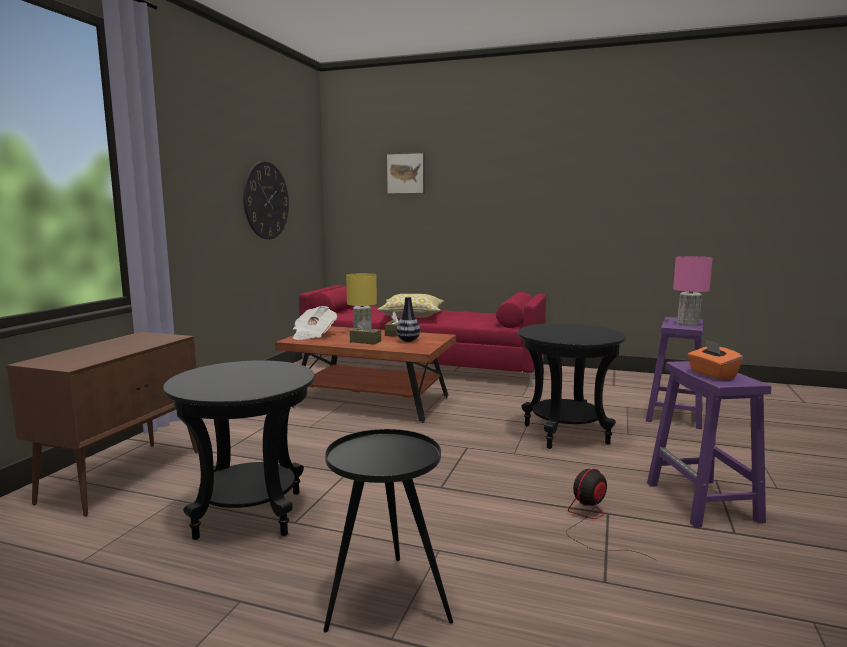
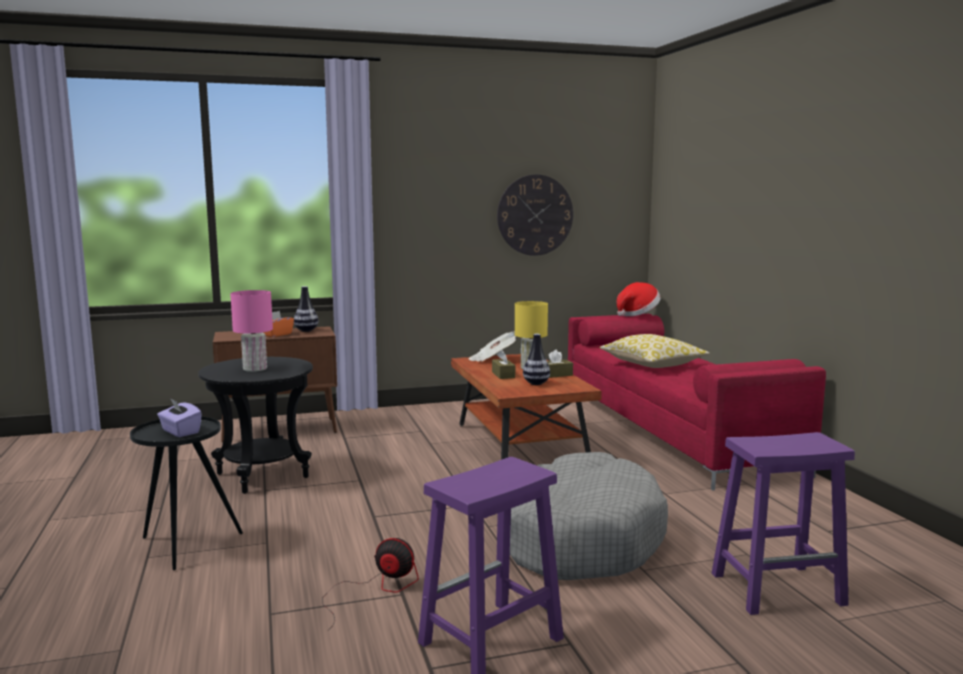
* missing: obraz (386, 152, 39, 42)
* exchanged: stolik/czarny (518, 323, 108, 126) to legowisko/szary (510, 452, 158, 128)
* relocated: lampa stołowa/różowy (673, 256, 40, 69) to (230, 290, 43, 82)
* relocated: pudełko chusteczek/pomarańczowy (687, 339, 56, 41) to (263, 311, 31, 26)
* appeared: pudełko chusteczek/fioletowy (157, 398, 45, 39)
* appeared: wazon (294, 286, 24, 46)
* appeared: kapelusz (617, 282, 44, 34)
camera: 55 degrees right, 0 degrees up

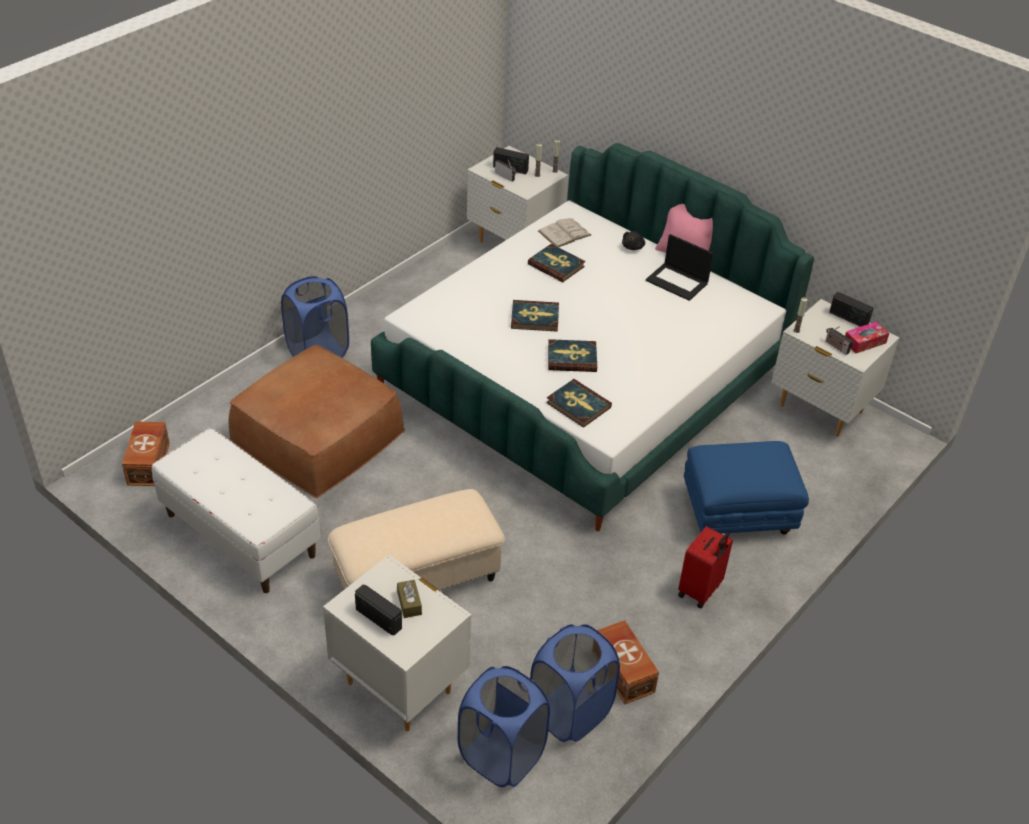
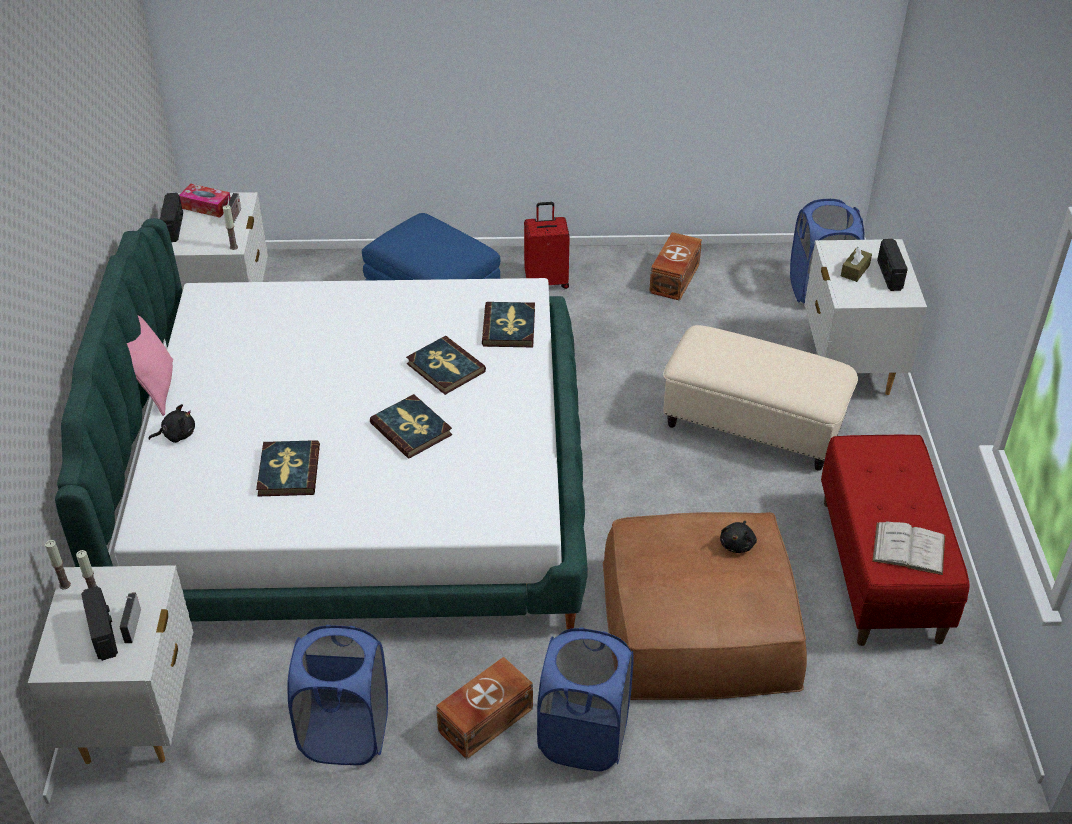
* relocated: pojemnik do przechowywania/brązowy (122, 421, 48, 65) to (436, 657, 97, 103)
* colour: ławka/biały (152, 428, 168, 165) to ławka/czerwony (821, 435, 149, 211)
* relocated: kosz na pranie/niebieski (530, 624, 90, 118) to (287, 625, 101, 140)
* relocated: książka/biały (538, 218, 53, 29) to (872, 521, 73, 54)
* missing: laptop (646, 234, 67, 67)
* appeared: pluszak/czarny (720, 521, 37, 32)
camera: 130 degrees left, 0 degrees up

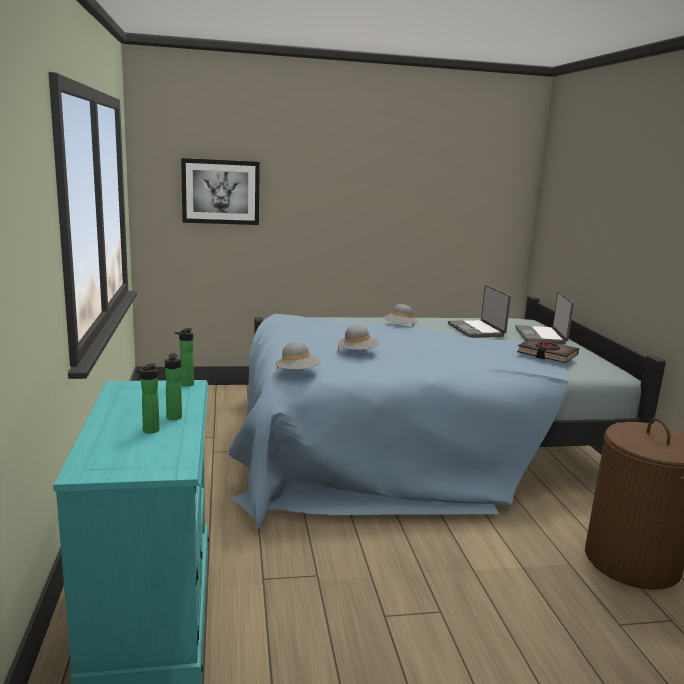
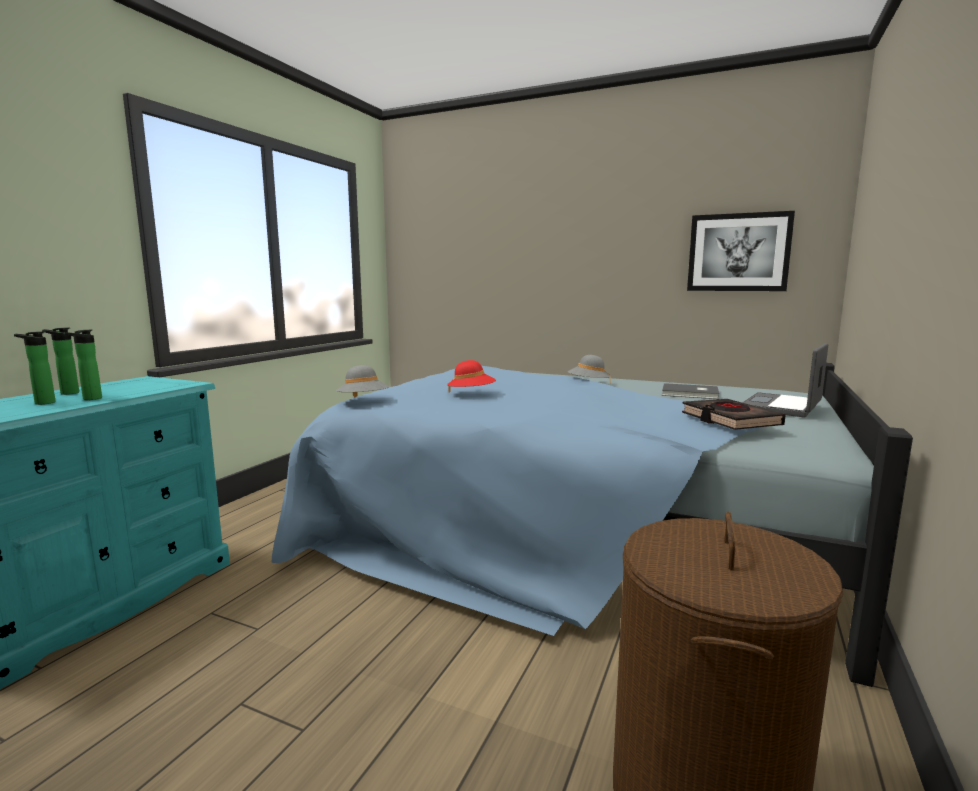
* relocated: butelka (175, 328, 19, 58) to (42, 328, 37, 67)
* relocated: obraz (181, 158, 79, 67) to (687, 211, 108, 80)
* colour: kapelusz/szary (338, 325, 41, 28) to kapelusz/czerwony (447, 360, 49, 33)
* exchanged: laptop (448, 285, 63, 53) to książka/szary (662, 383, 58, 16)
camera: 35 degrees right, 5 degrees down

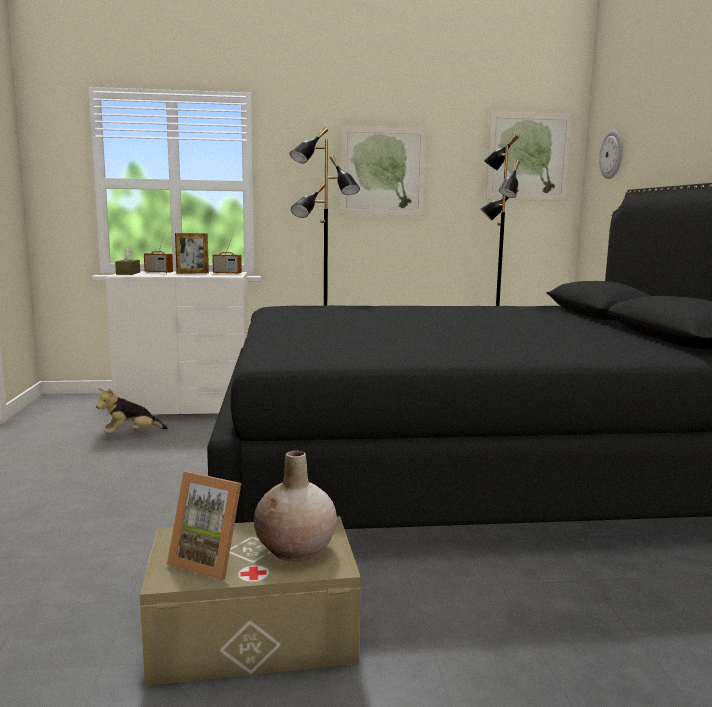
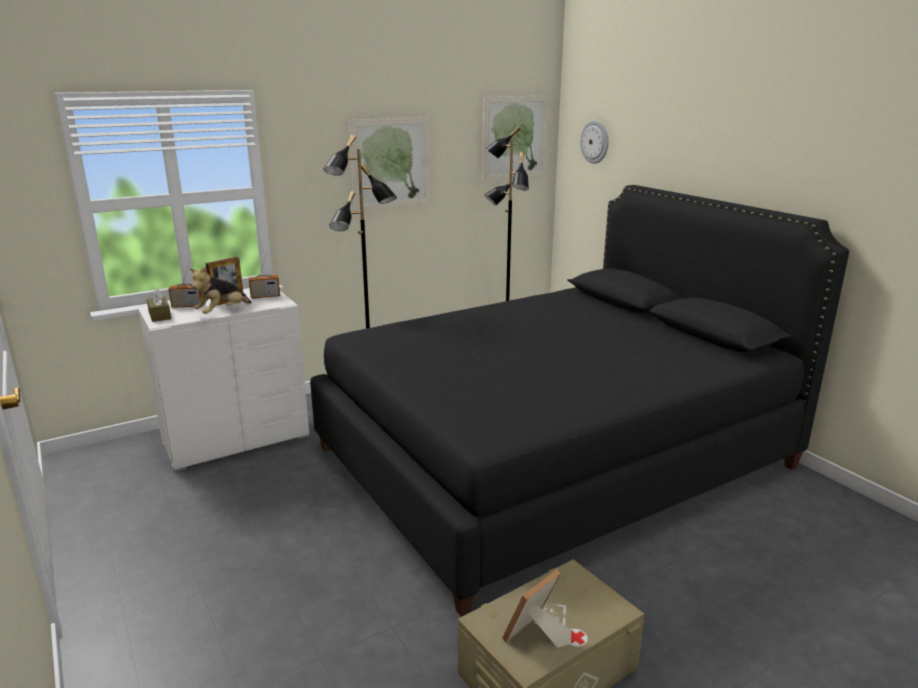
* relocated: pluszak (96, 388, 72, 46) to (189, 267, 63, 47)
* spun: ramka na zdjęcie (167, 472, 74, 108) = (502, 569, 69, 79) 135 degrees clockwise
* missing: wazon/beżowy (254, 450, 83, 111)
camera: 25 degrees left, 10 degrees up

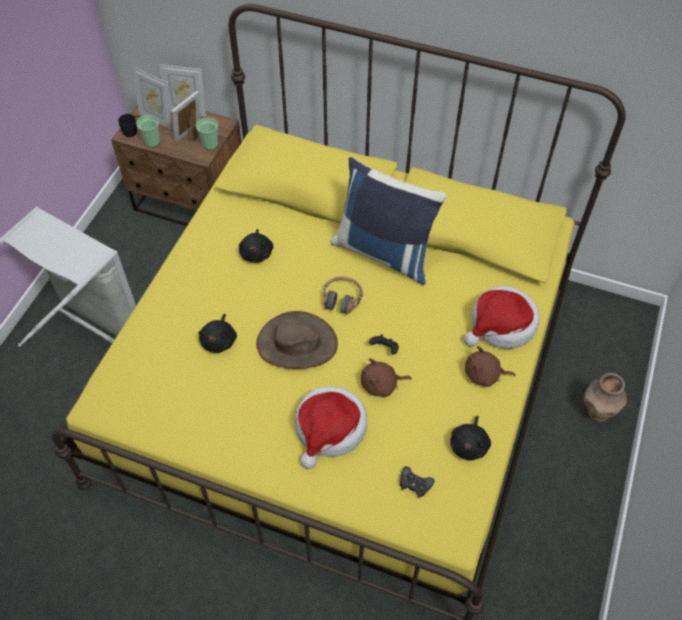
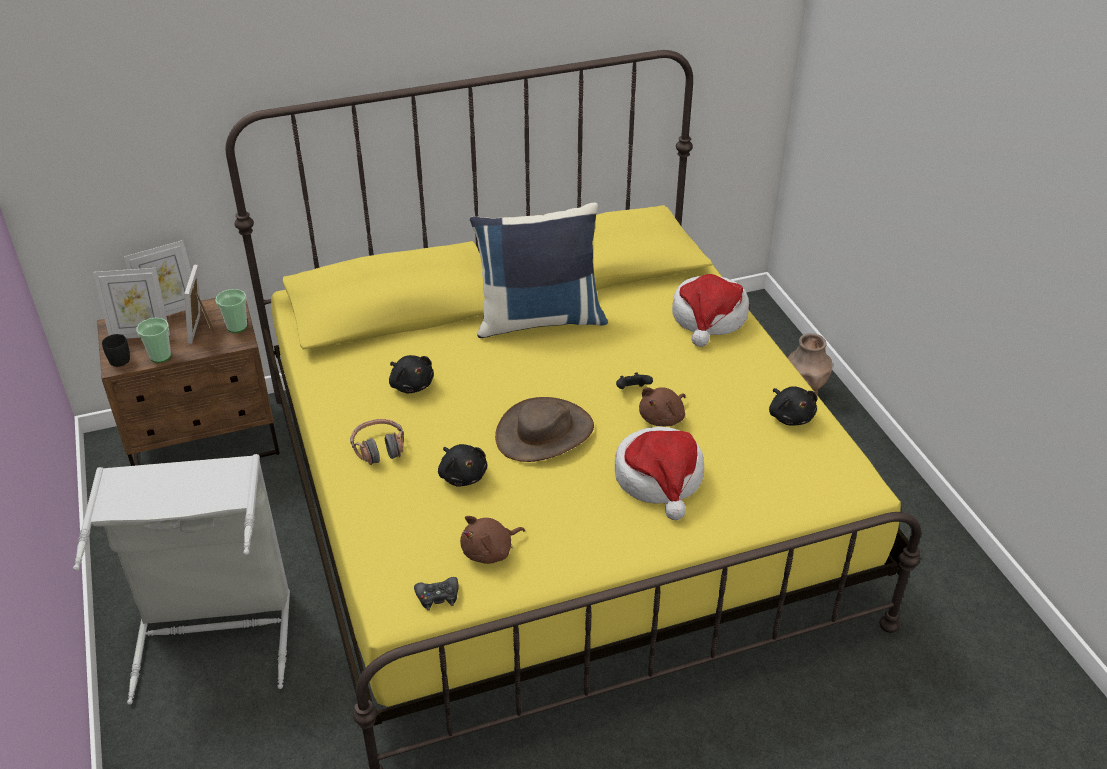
* relocated: słuchawki (323, 276, 40, 39) to (350, 419, 54, 46)
* relocated: pad do gier/czarny (400, 466, 35, 32) to (414, 577, 45, 34)
* relocated: pluszak/brązowy (465, 346, 51, 41) to (460, 516, 65, 48)
camera: 40 degrees left, 15 degrees down

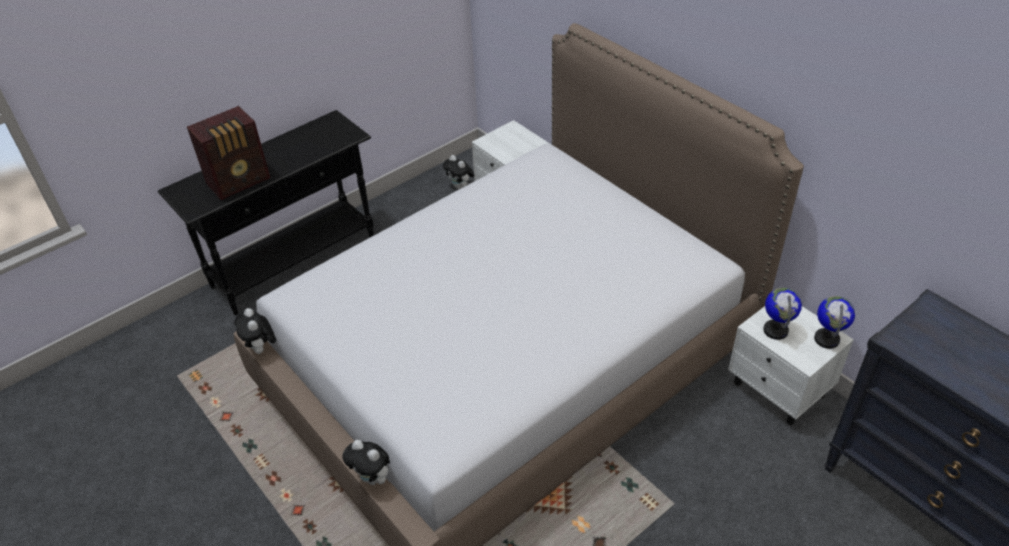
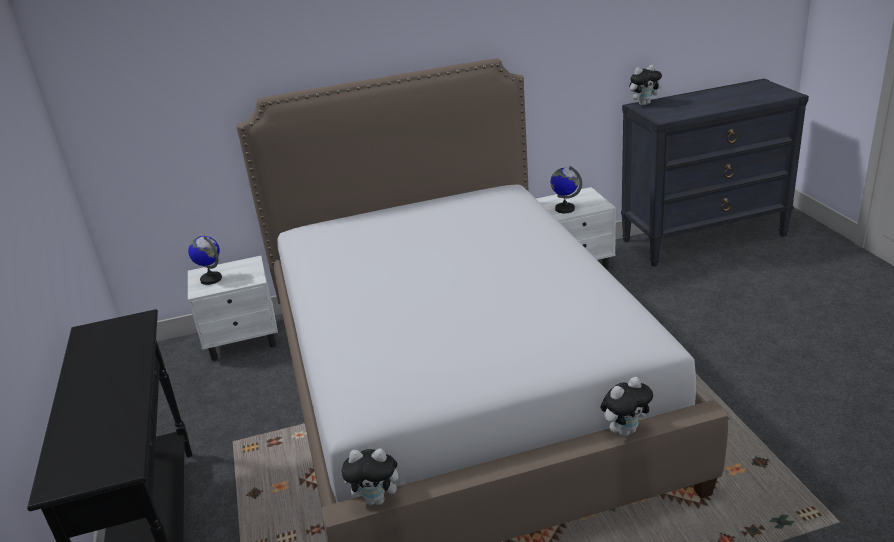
* missing: radio (187, 106, 83, 94)
* relocated: pluszak (443, 155, 31, 34) to (629, 65, 33, 41)
* relocated: globus (814, 296, 41, 53) to (188, 236, 34, 49)
camera: 65 degrees left, 15 degrees down

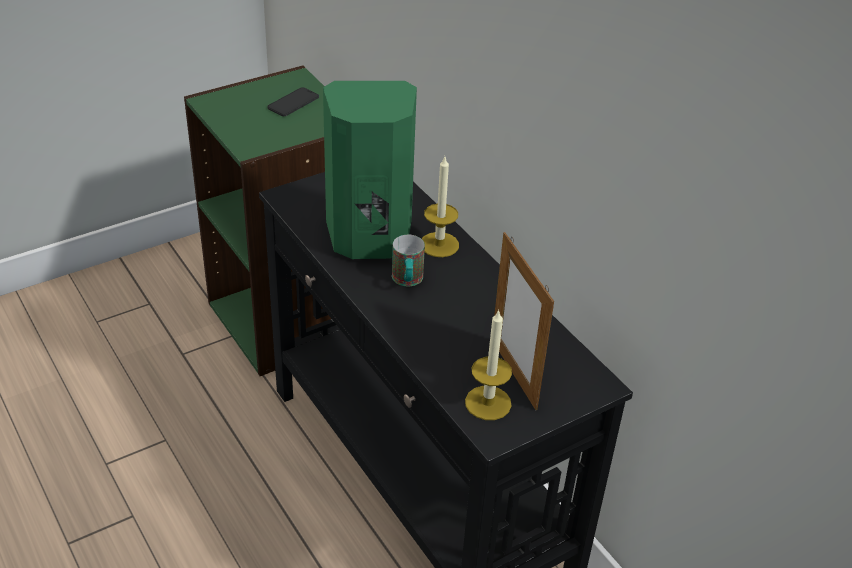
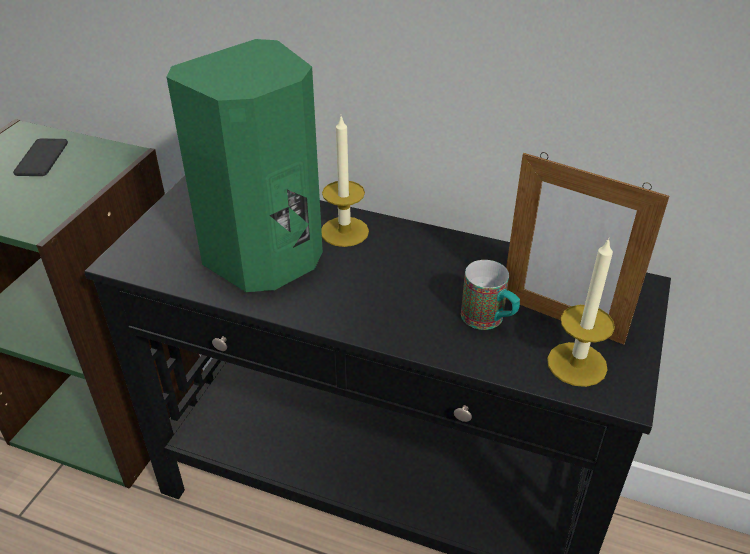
* relocated: kubek (392, 235, 33, 51) to (461, 260, 59, 70)
camera: 35 degrees left, 0 degrees up

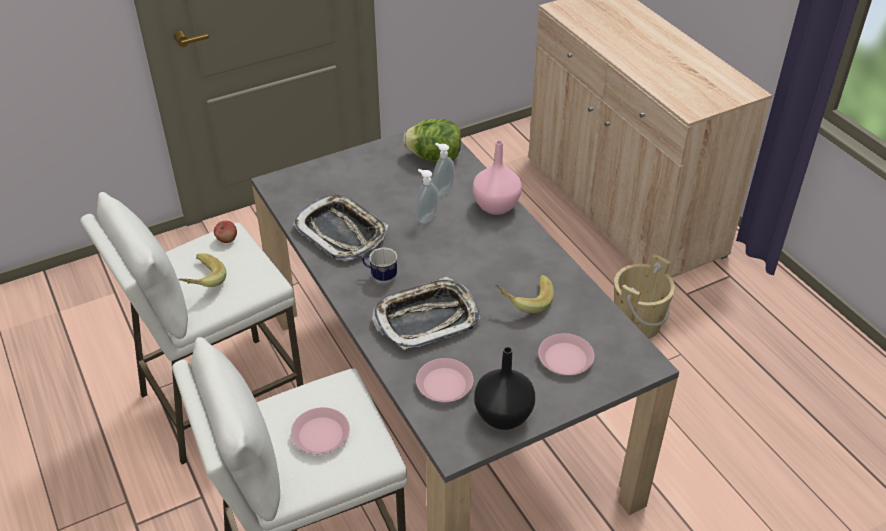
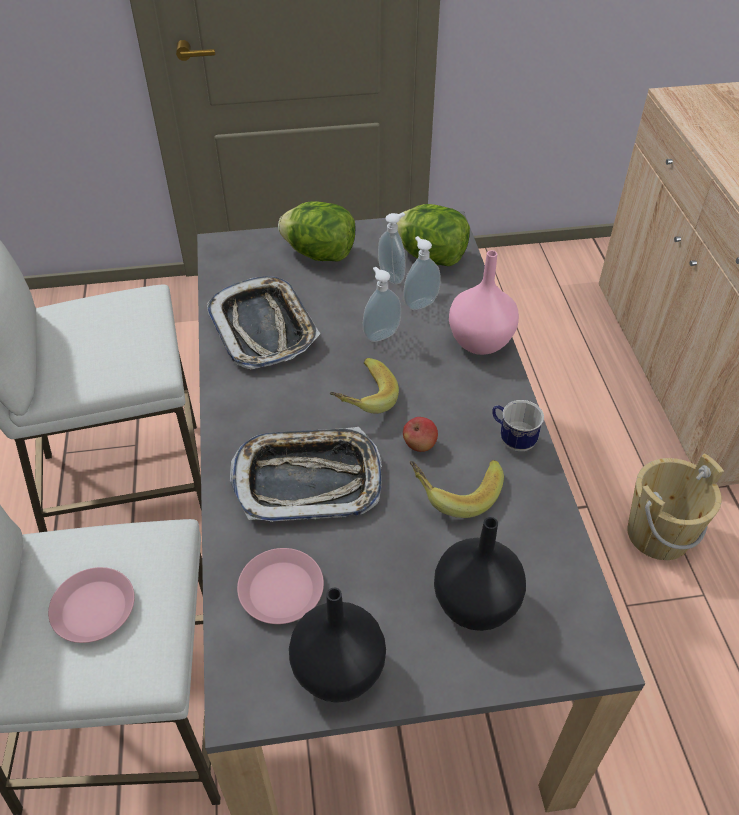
* relocated: banan (178, 253, 48, 34) to (329, 358, 70, 56)
* relocated: jabłko (214, 221, 23, 22) to (403, 417, 35, 35)
* relocated: kubek (362, 247, 35, 36) to (492, 400, 52, 51)
* exchanged: talerz/różowy (538, 333, 57, 42) to wazon/czarny (434, 517, 92, 114)
* appeared: sałata (278, 201, 77, 60)
* appeared: dozownik mydła (378, 212, 28, 73)
camera: 20 degrees right, 5 degrees up

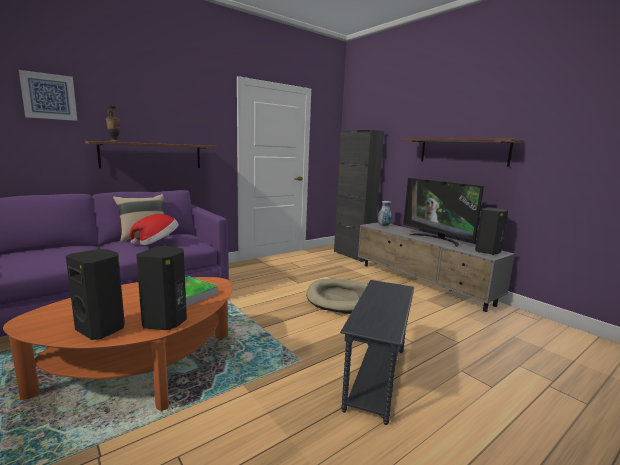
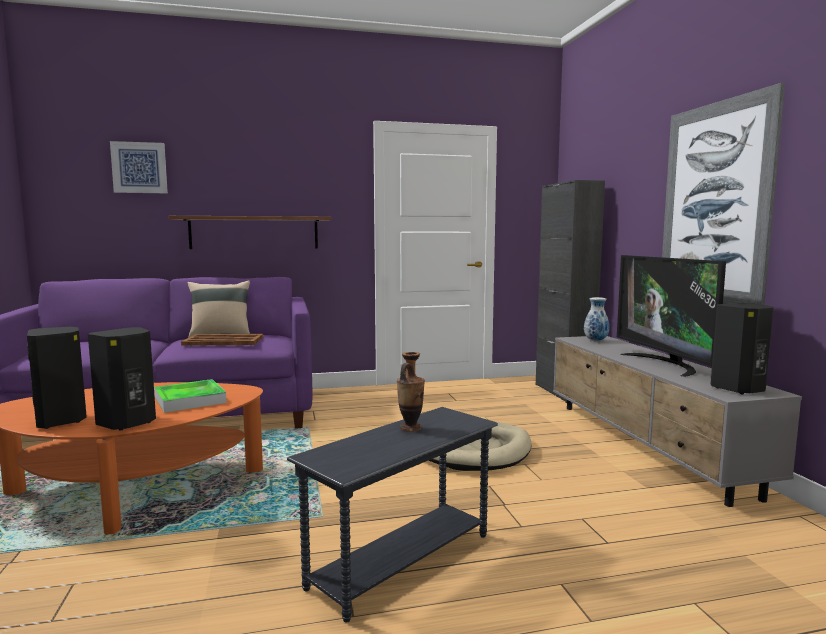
* relocated: wazon (106, 106, 14, 36) to (397, 352, 28, 80)
* exchanged: kapelusz (130, 214, 49, 31) to taca/brązowy (181, 334, 82, 12)
* exchanged: półka (403, 138, 121, 29) to obraz (662, 82, 123, 223)
camera: 25 degrees right, 5 degrees down

